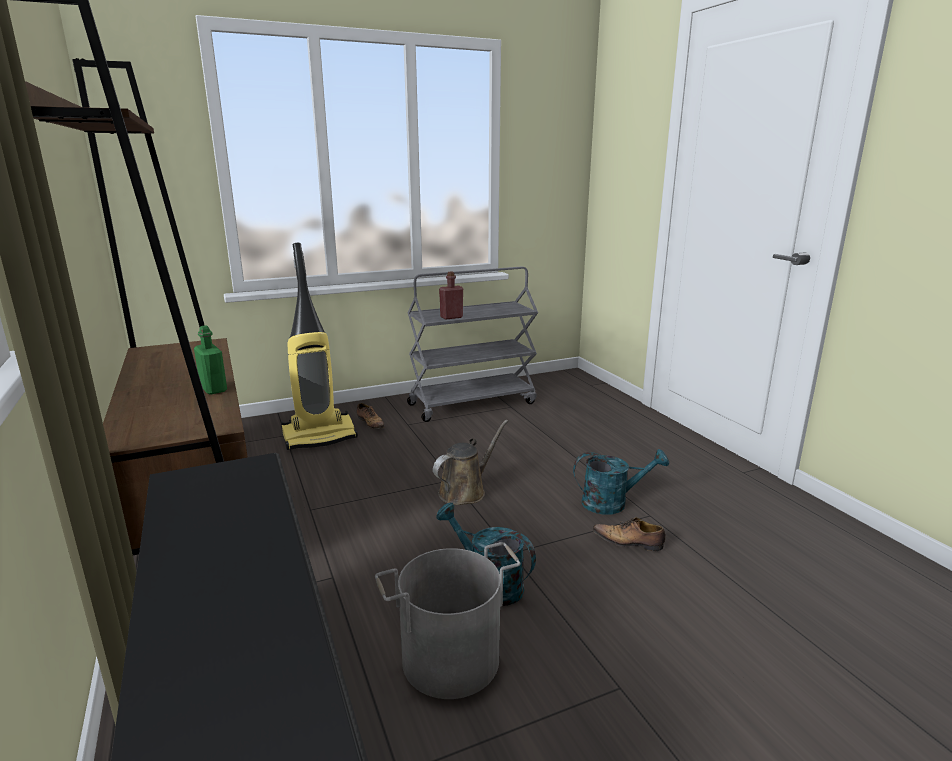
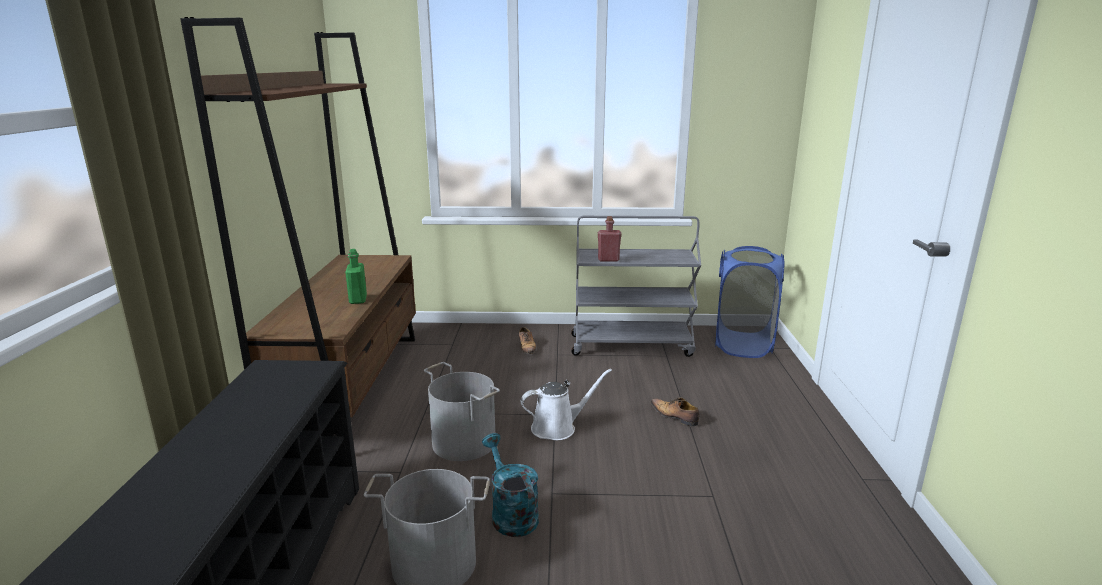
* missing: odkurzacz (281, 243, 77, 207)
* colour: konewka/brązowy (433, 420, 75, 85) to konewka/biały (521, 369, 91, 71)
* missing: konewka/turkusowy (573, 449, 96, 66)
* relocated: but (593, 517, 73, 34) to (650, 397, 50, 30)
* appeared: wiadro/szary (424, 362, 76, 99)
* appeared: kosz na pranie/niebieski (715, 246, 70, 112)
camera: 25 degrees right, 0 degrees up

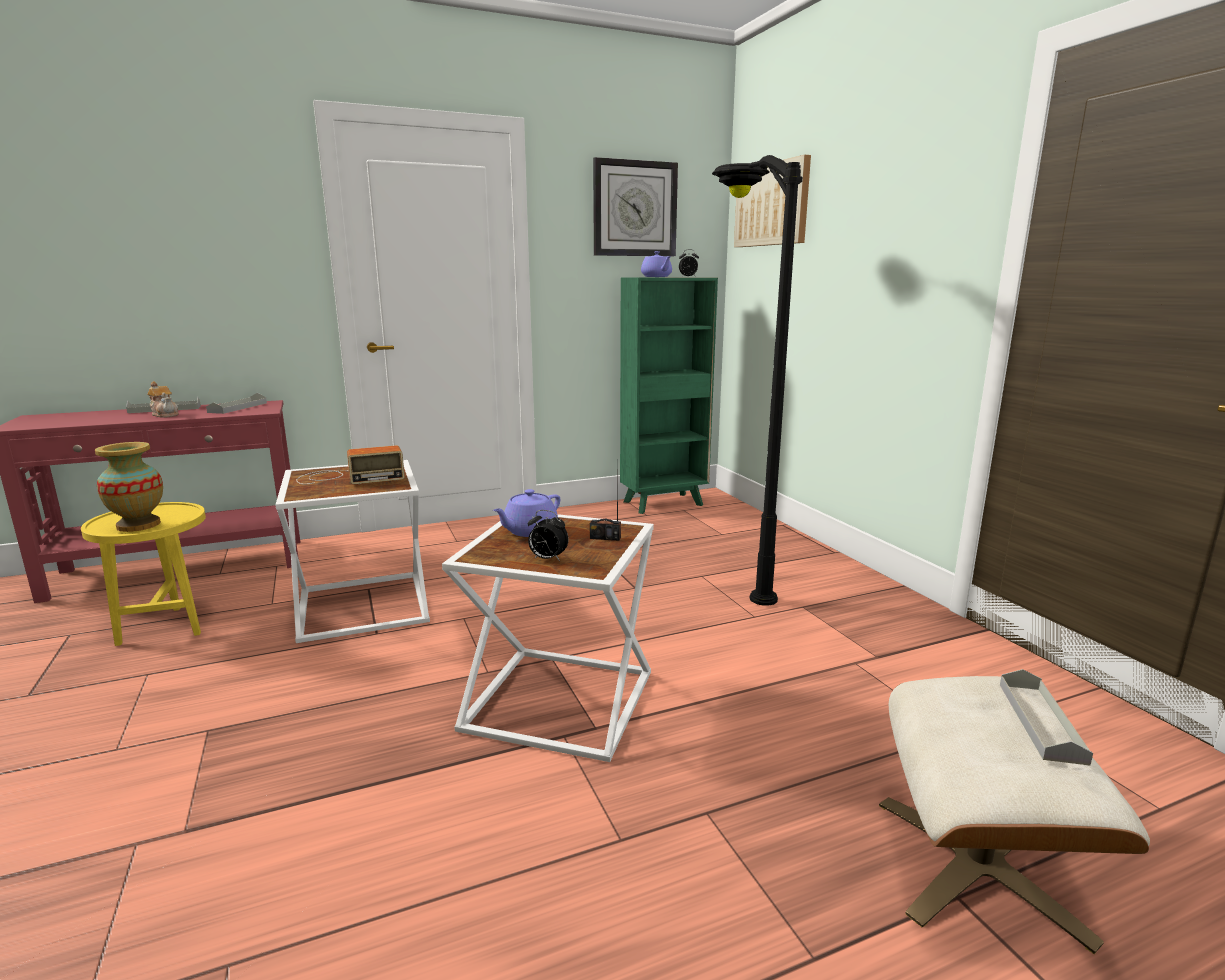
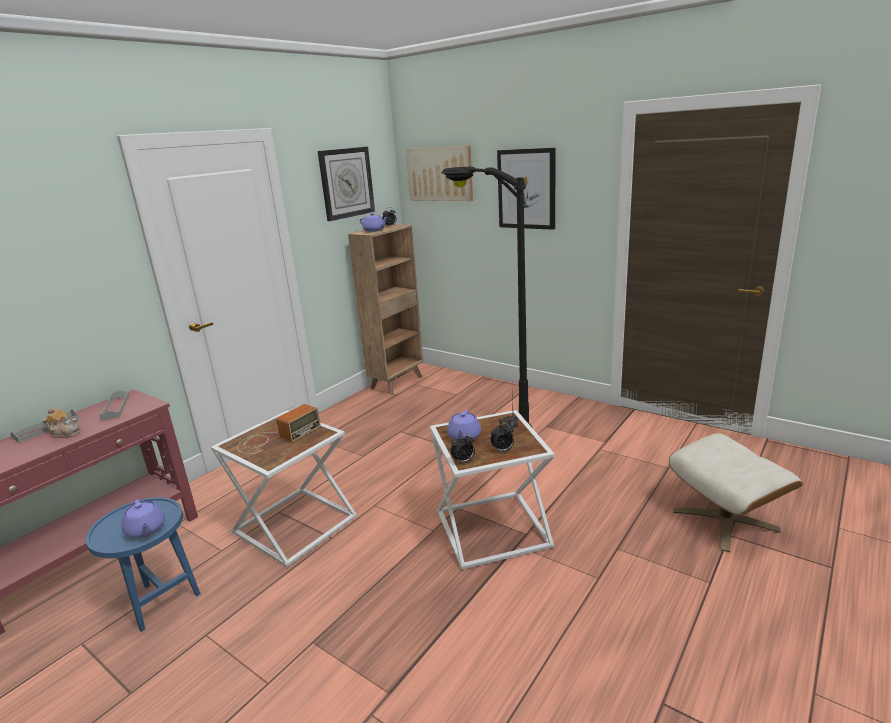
* colour: stolik/żółty (81, 502, 125, 144) to stolik/niebieski (86, 497, 115, 135)
* exchanged: wazon (95, 442, 68, 90) to imbryk/fioletowy (122, 499, 43, 39)
* colour: regał/zielony (620, 277, 98, 237) to regał/brązowy (348, 224, 76, 171)
* missing: taca/szary (1000, 669, 93, 96)
* appeared: budzik (451, 433, 24, 31)
* appeared: obraz (497, 148, 59, 82)
camera: 30 degrees left, 5 degrees up

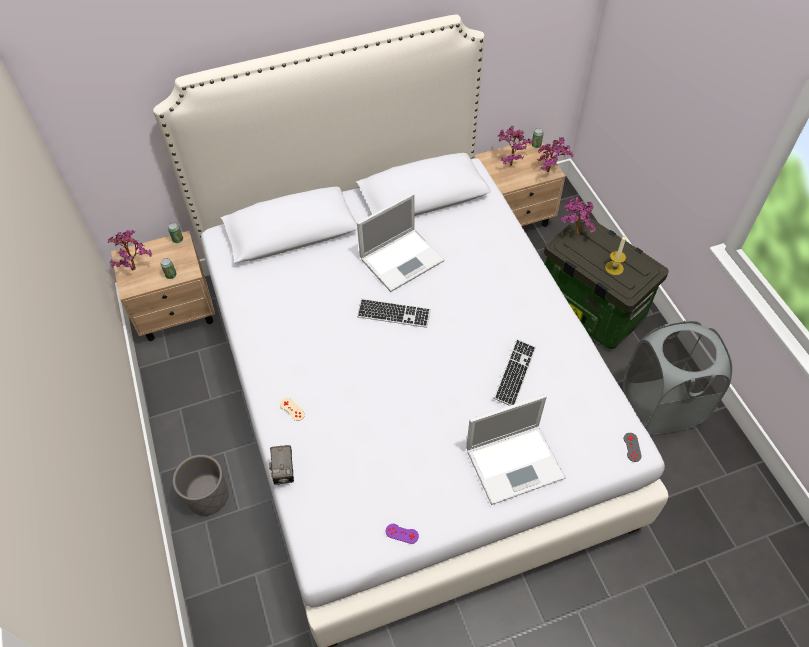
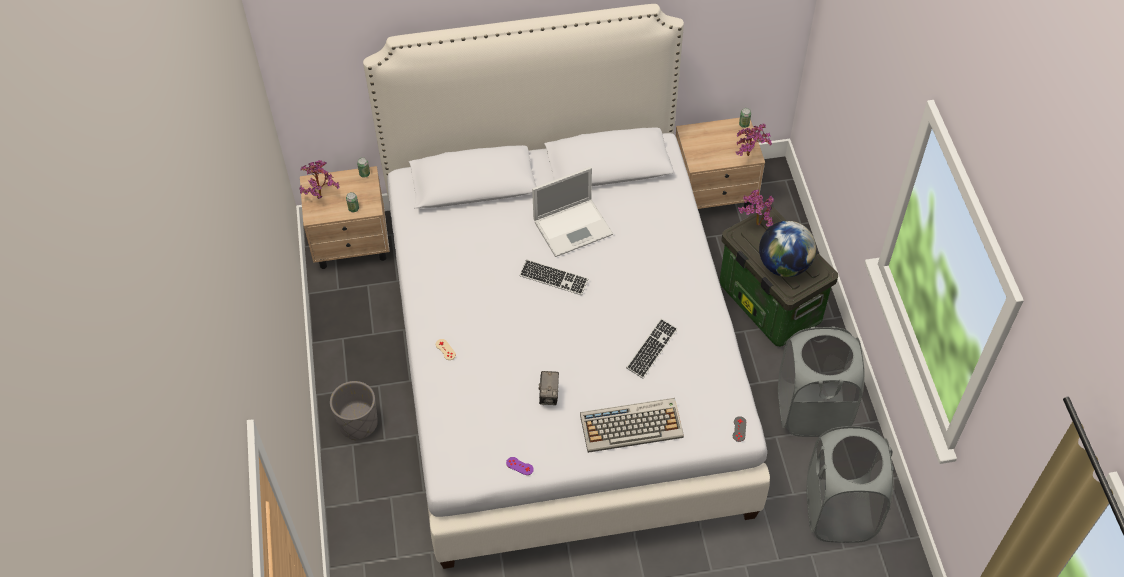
* relocated: aparat fotograficzny (269, 445, 25, 40) to (538, 371, 21, 34)
* exchanged: laptop (466, 394, 100, 111) to klawiatura (580, 398, 104, 55)
* missing: roślina doniczkowa (498, 126, 35, 40)
* exchanged: świeca (605, 236, 21, 39) to globus (759, 221, 57, 56)
* appeared: kosz na pranie/szary (806, 426, 88, 117)
camera: 10 degrees right, 0 degrees up

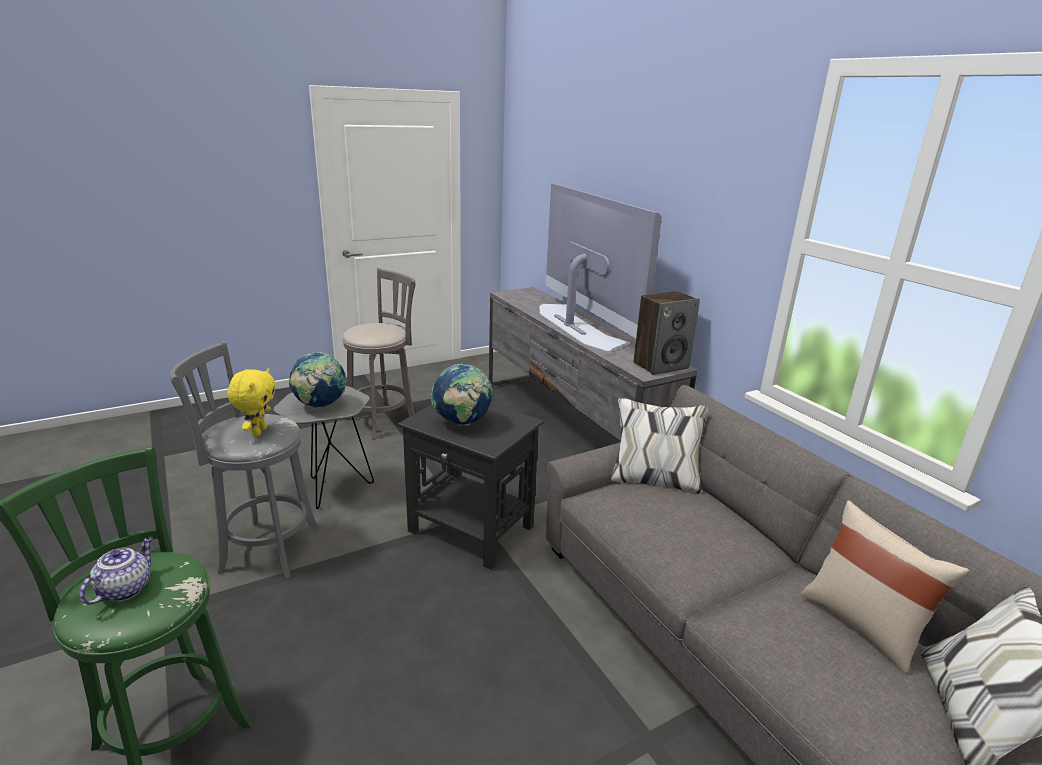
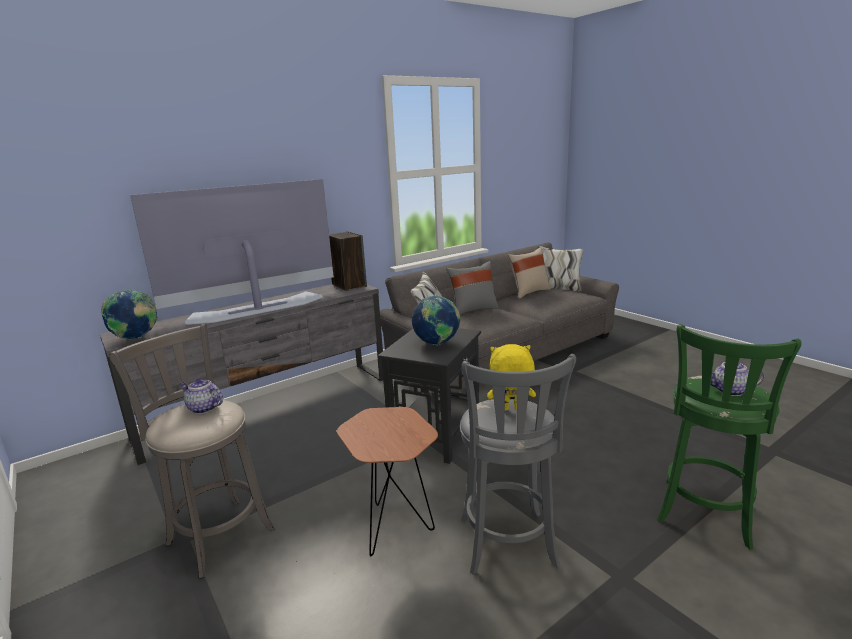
* colour: stolik/szary (273, 386, 101, 123) to stolik/brązowy (337, 407, 101, 149)
* relocated: globus (289, 352, 59, 56) to (101, 290, 57, 50)
* appeared: imbryk (180, 379, 43, 35)
* appeared: poduszka/szary (446, 261, 53, 54)
camera: 95 degrees left, 5 degrees down

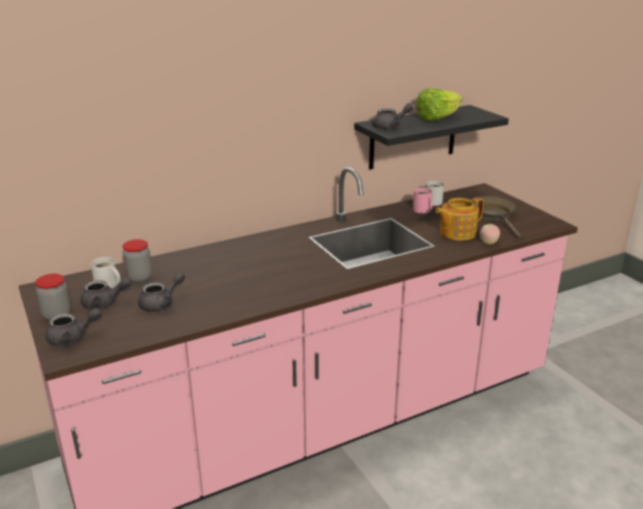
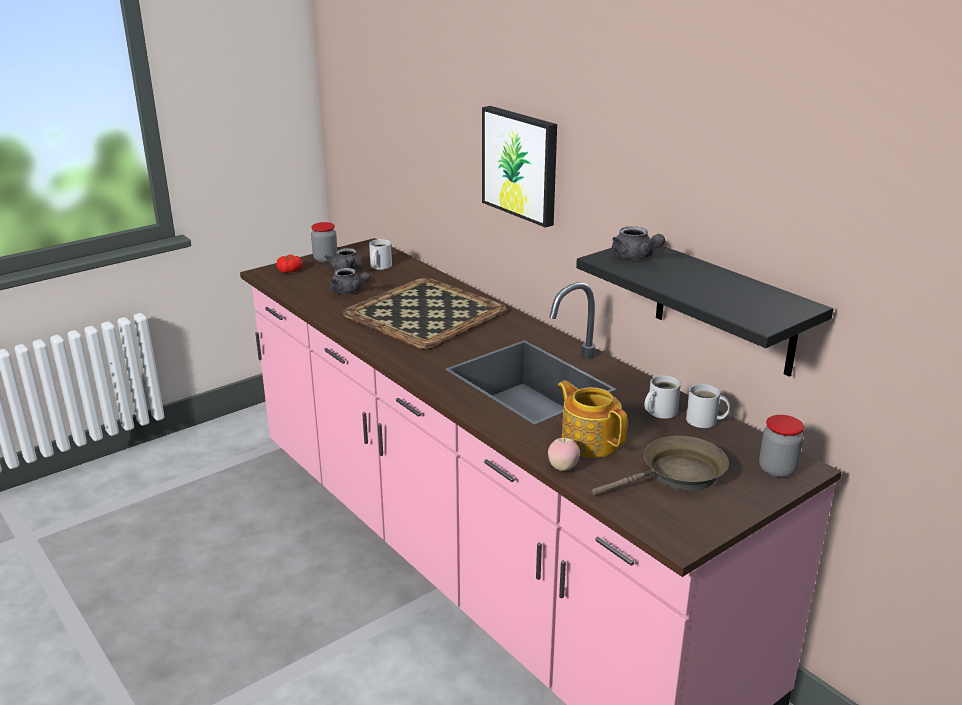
* exchanged: imbryk/szary (46, 308, 56, 38) to pomidor (277, 255, 25, 18)
* relocated: słoik (122, 239, 30, 43) to (759, 415, 45, 63)
* colour: kubek/różowy (413, 188, 20, 25) to kubek/biały (645, 375, 36, 44)
* missing: sałata (416, 88, 47, 33)
* appeared: taca (343, 278, 164, 72)
* appeared: obraz (482, 106, 75, 122)
camera: 80 degrees right, 0 degrees up

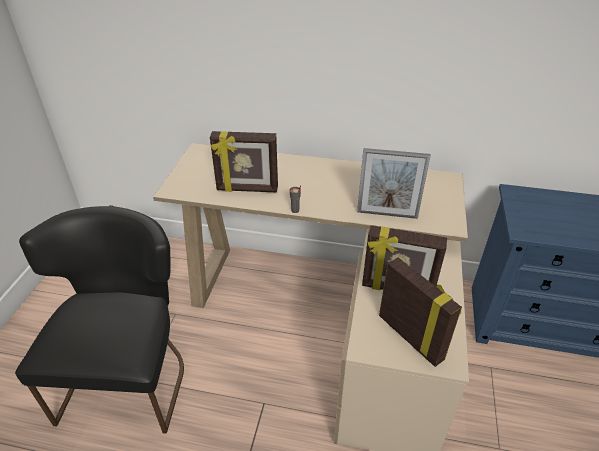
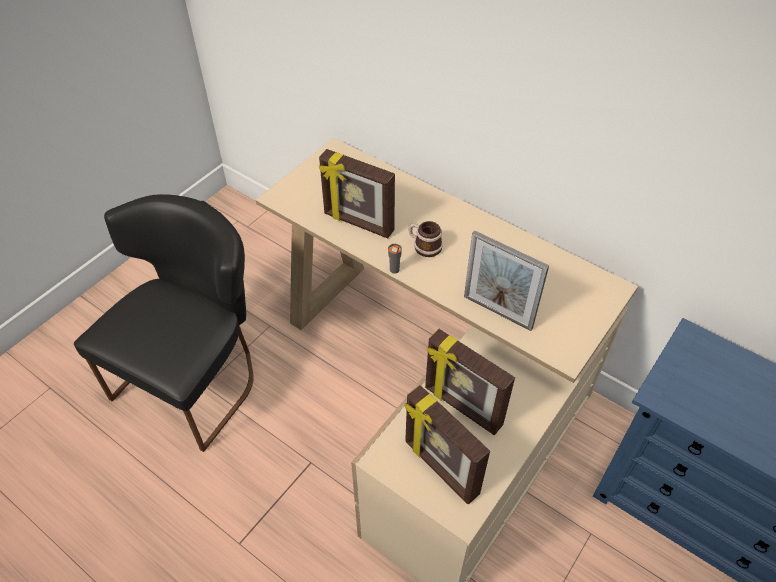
* spun: ramka na zdjęcie (379, 257, 83, 110) = (405, 385, 85, 120) 150 degrees clockwise
* appeared: kubek (409, 221, 34, 36)
camera: 25 degrees right, 10 degrees up

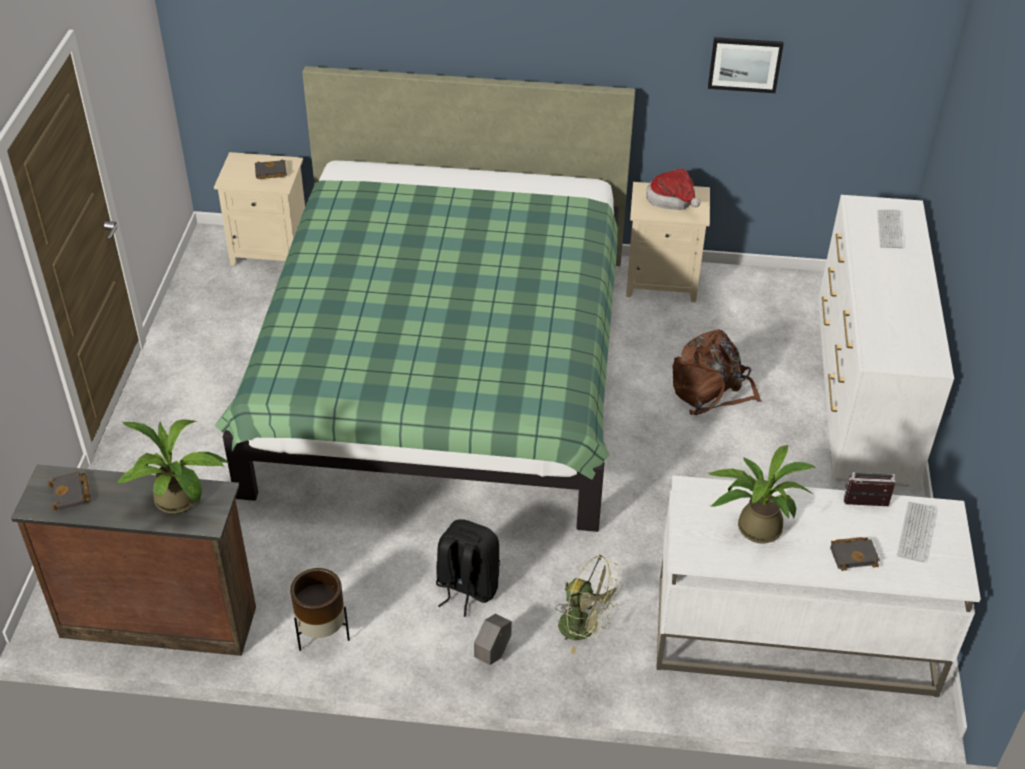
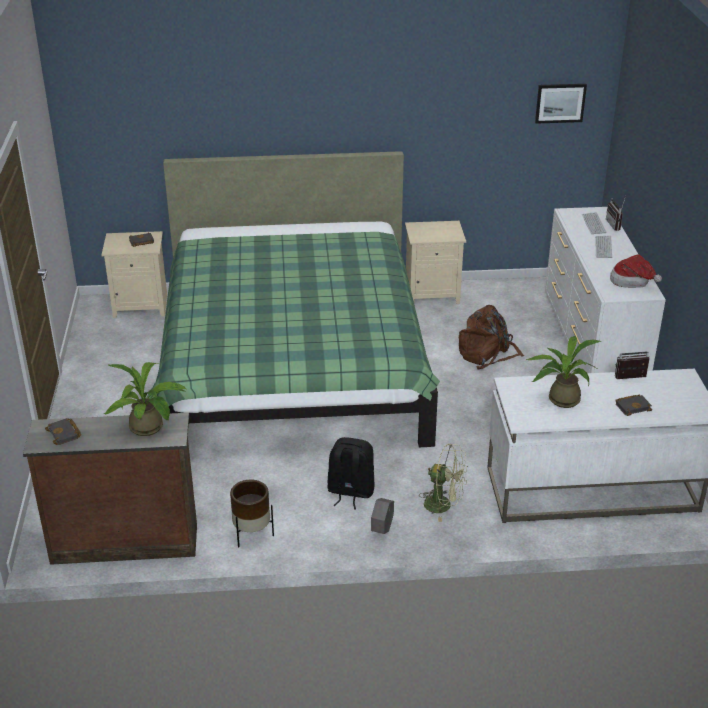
* relocated: kapelusz (646, 169, 54, 41) to (610, 254, 52, 34)
* relocated: obraz (708, 37, 76, 56) to (535, 84, 52, 40)
* relocated: klawiatura (897, 502, 38, 60) to (595, 236, 17, 22)
* appeared: radio (606, 196, 20, 35)
camera: 10 degrees left, 10 degrees down

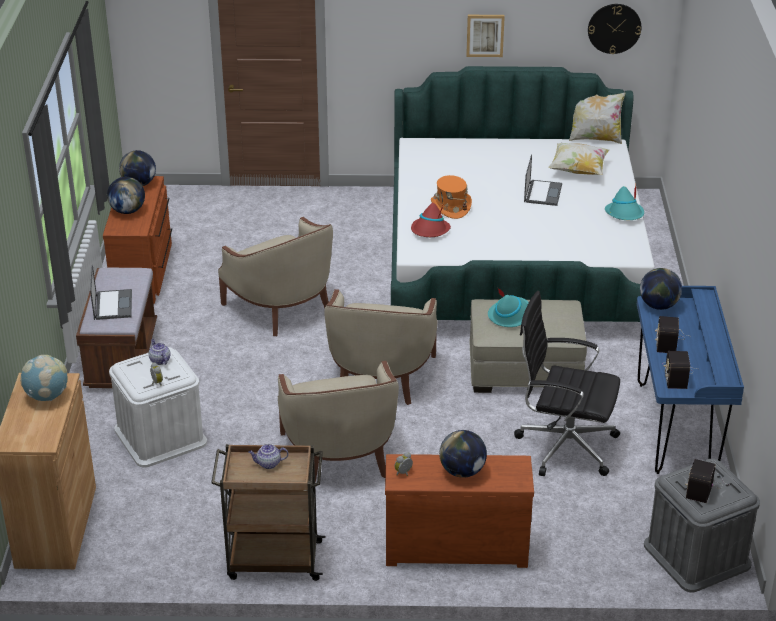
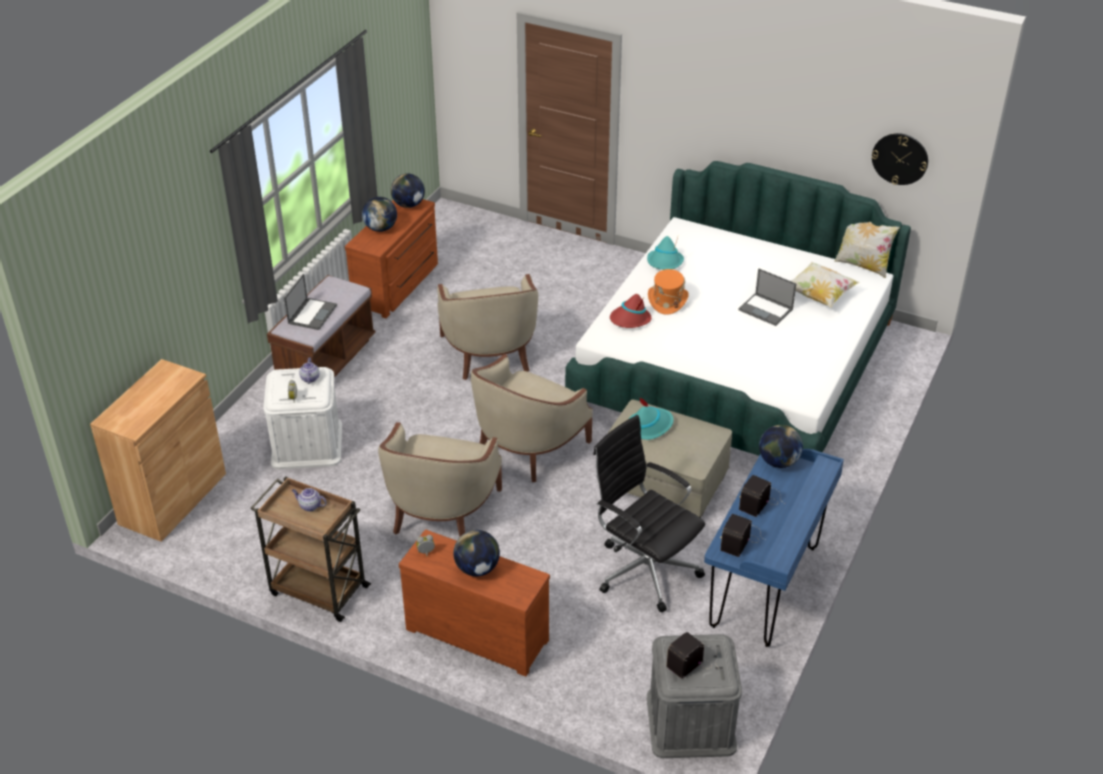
* missing: globus (20, 355, 48, 46)
* missing: obraz (466, 15, 39, 42)
* spun: laptop (524, 154, 38, 52) = (738, 268, 58, 58) 90 degrees clockwise
* relocated: kapelusz/turkusowy (605, 184, 39, 36) to (647, 236, 37, 34)
camera: 25 degrees right, 5 degrees up

